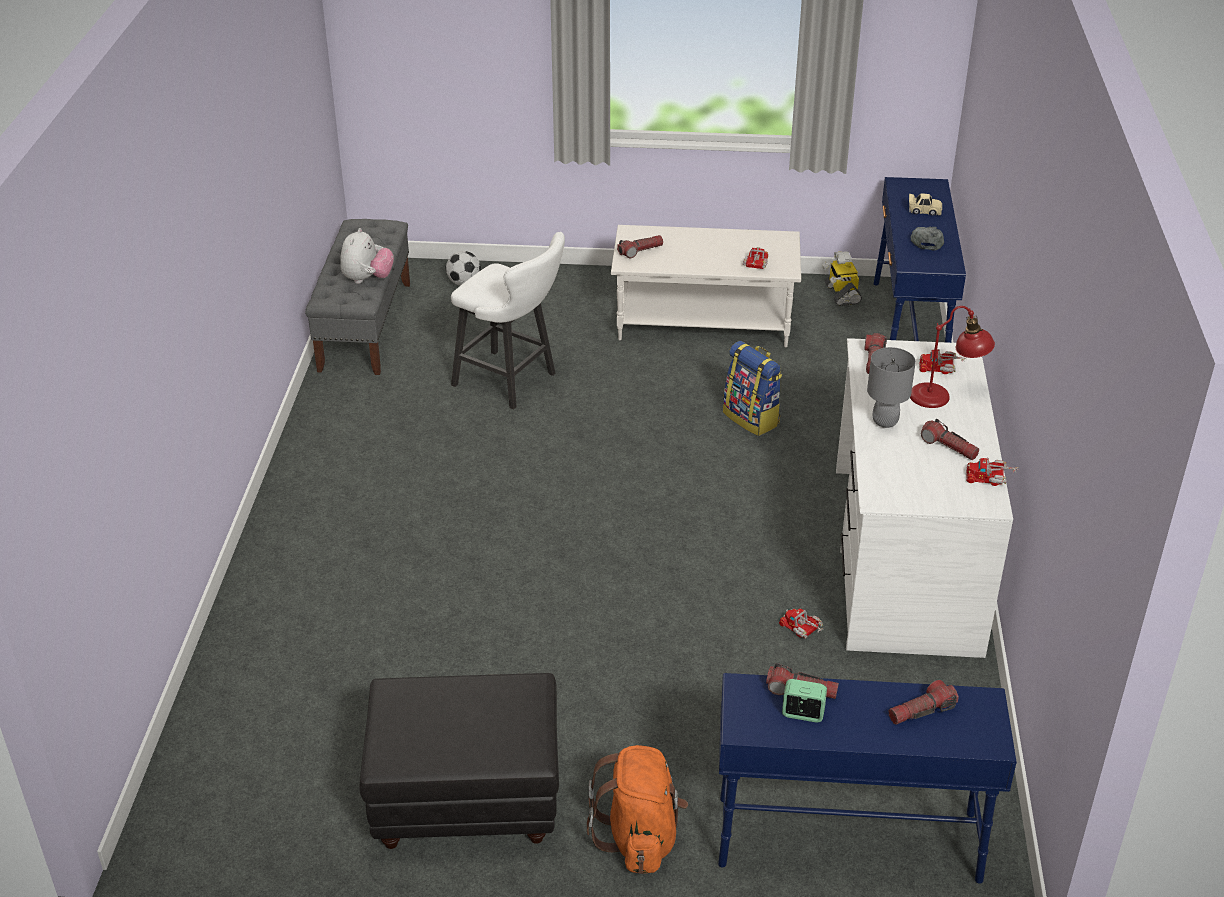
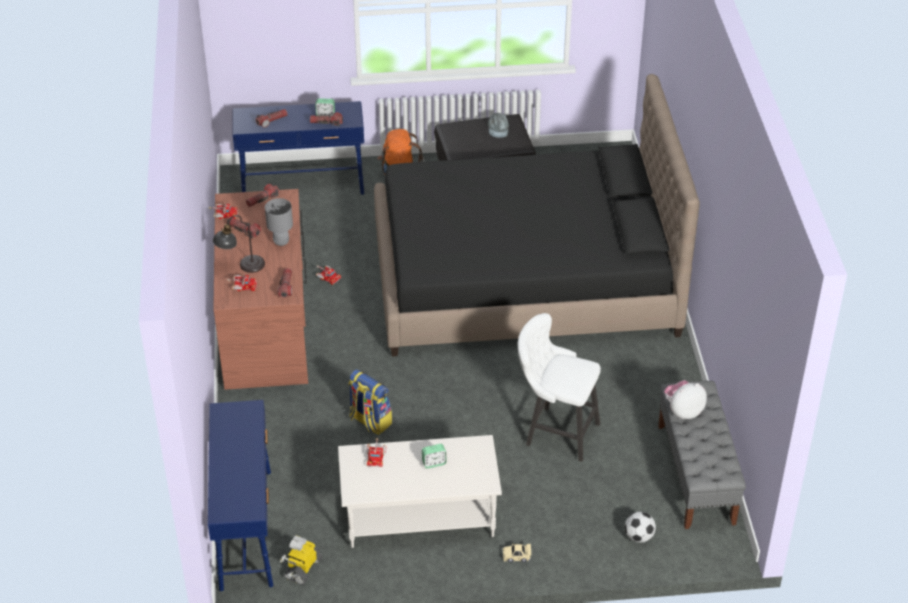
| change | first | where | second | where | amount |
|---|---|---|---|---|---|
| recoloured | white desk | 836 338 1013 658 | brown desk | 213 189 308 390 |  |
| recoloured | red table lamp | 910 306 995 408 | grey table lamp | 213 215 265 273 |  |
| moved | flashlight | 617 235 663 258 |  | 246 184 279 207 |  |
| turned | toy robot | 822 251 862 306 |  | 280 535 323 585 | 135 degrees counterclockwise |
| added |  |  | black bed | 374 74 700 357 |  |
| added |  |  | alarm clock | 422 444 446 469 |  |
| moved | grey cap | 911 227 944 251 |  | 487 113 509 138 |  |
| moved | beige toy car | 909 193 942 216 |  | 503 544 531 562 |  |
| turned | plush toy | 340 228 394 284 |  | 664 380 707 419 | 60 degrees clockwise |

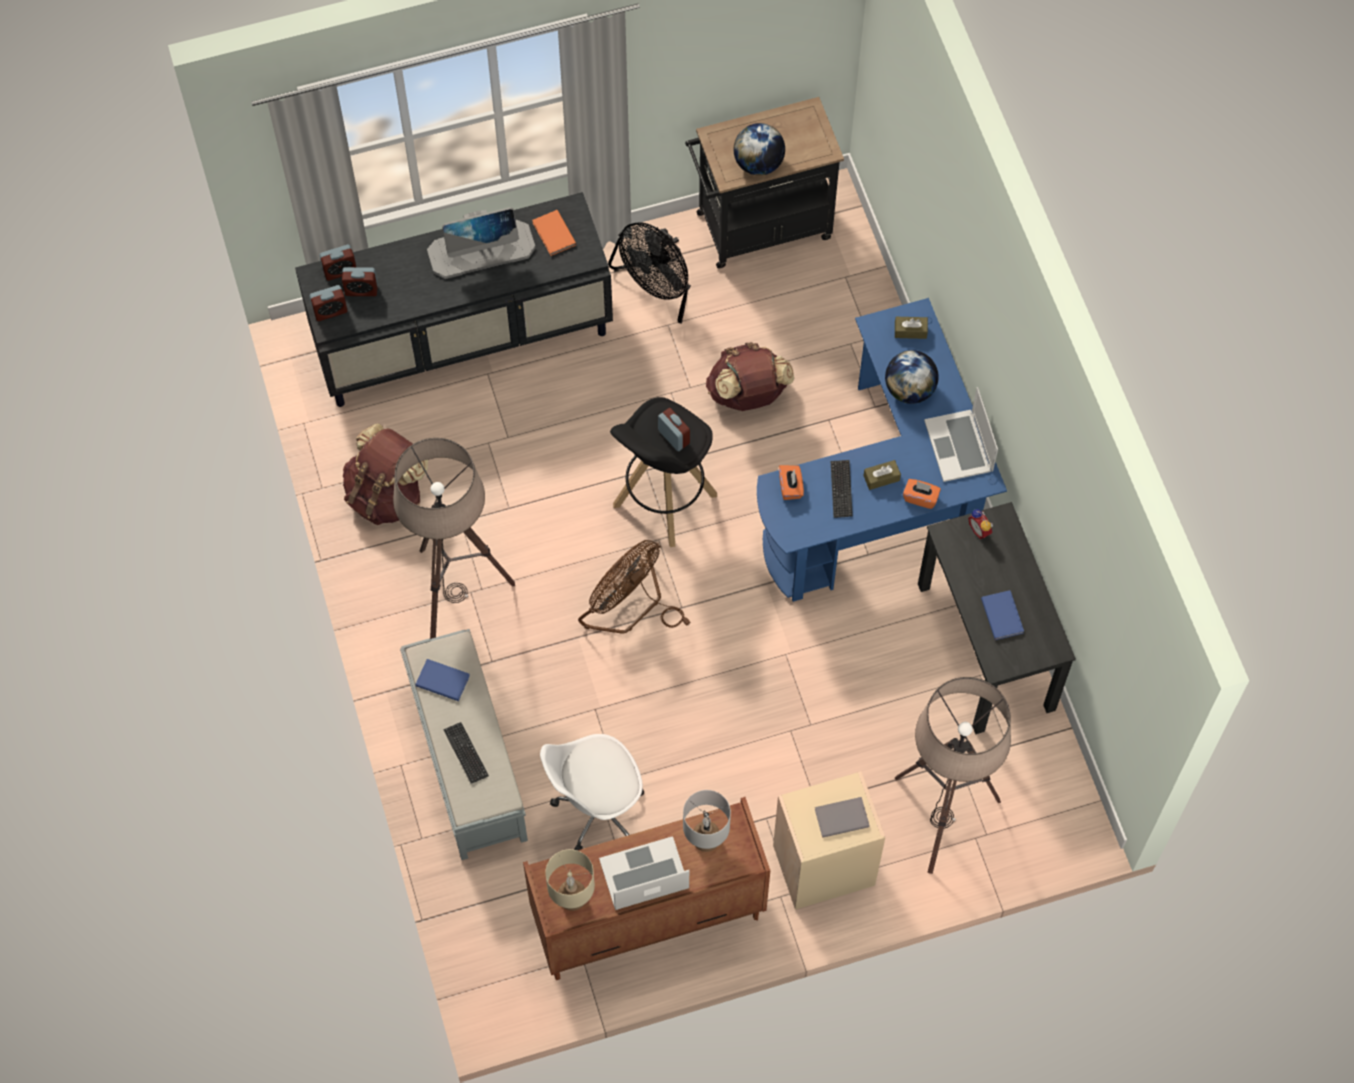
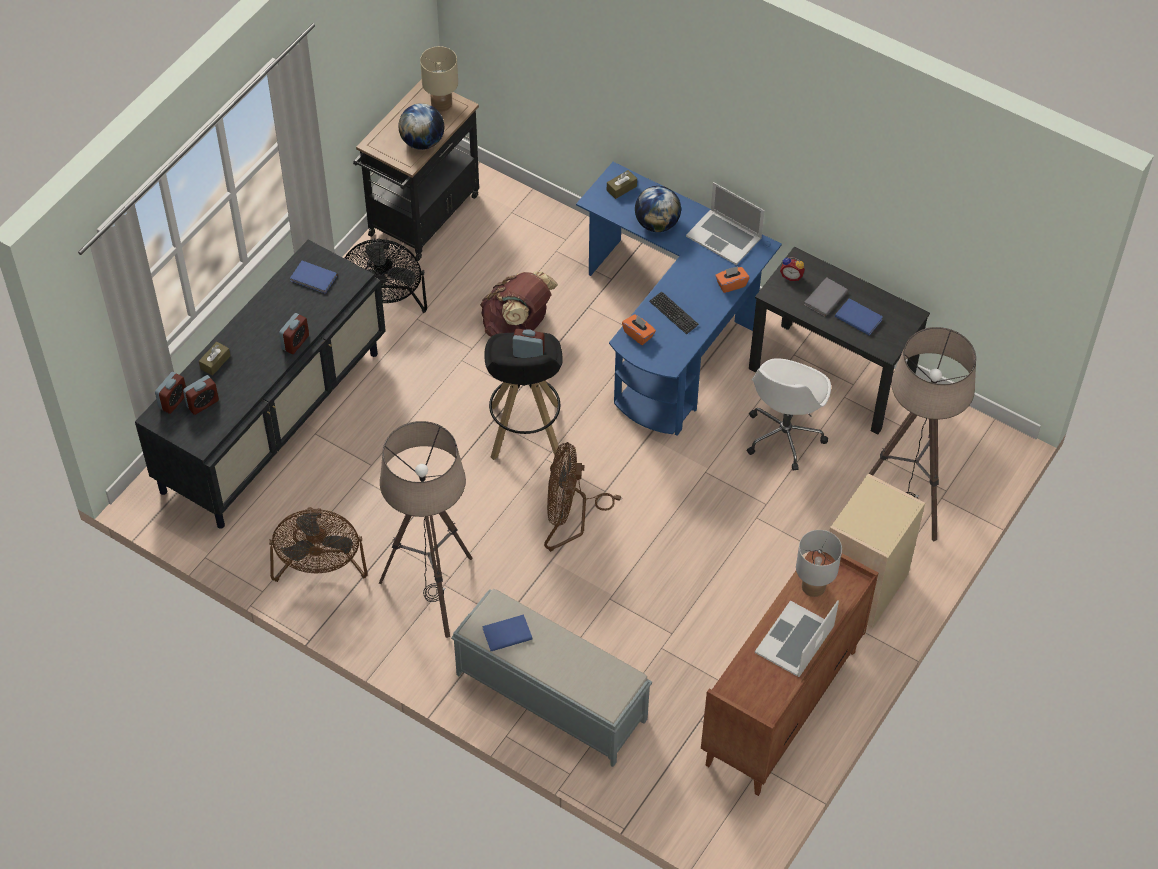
| change | first | where | second | where | amount |
|---|---|---|---|---|---|
| moved | brown tissue box | 863 460 901 490 |  | 199 342 230 376 |  |
| replaced | brown backpack | 343 423 428 525 | brown fan | 269 507 368 582 |  |
| moved | alarm clock | 310 285 348 321 |  | 279 313 309 354 |  |
| recoloured | orange book | 532 210 576 256 | blue book | 290 261 338 294 |  |
| moved | beige table lamp | 545 849 595 911 |  | 420 46 458 112 |  |
| moved | white office chair | 540 734 645 850 |  | 747 358 831 471 |  |
| moved | grey book | 815 797 870 838 |  | 804 277 848 317 |  |
| removed | monitor | 427 207 535 279 |  |  |  |
| removed | keyboard | 443 722 489 784 |  |  |  |

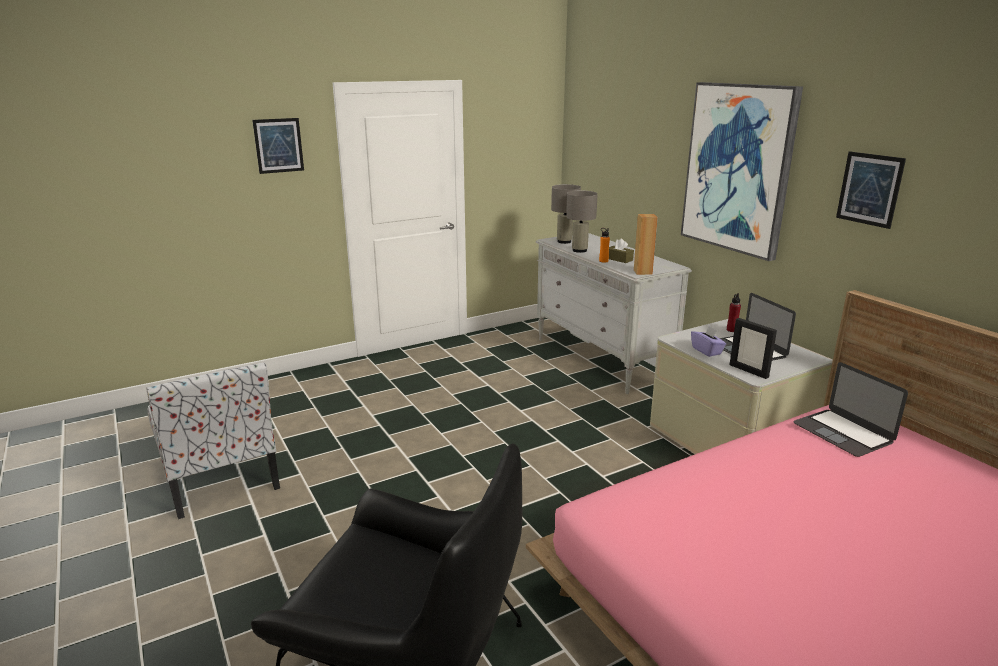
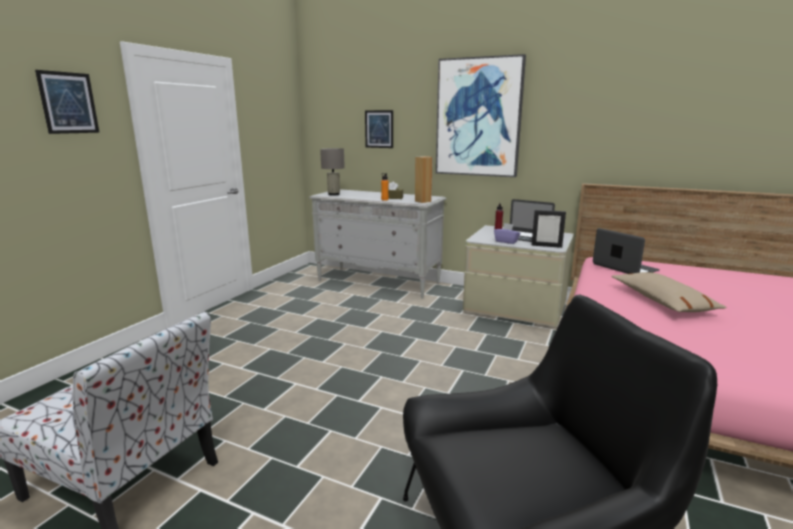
| change | first | where | second | where | amount |
|---|---|---|---|---|---|
| moved | picture | 836 151 906 229 |  | 365 110 393 148 |  |
| turned | laptop | 793 362 908 457 |  | 593 228 660 274 | 150 degrees counterclockwise |
| added |  |  | beige pillow | 611 272 727 312 |  |
| removed | grey table lamp | 566 190 597 253 |  |  |  |

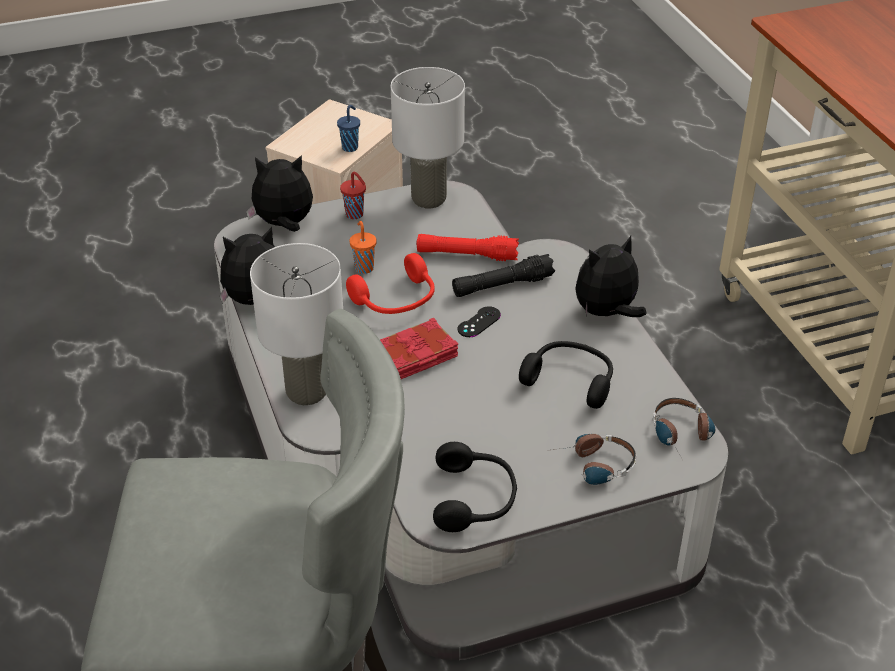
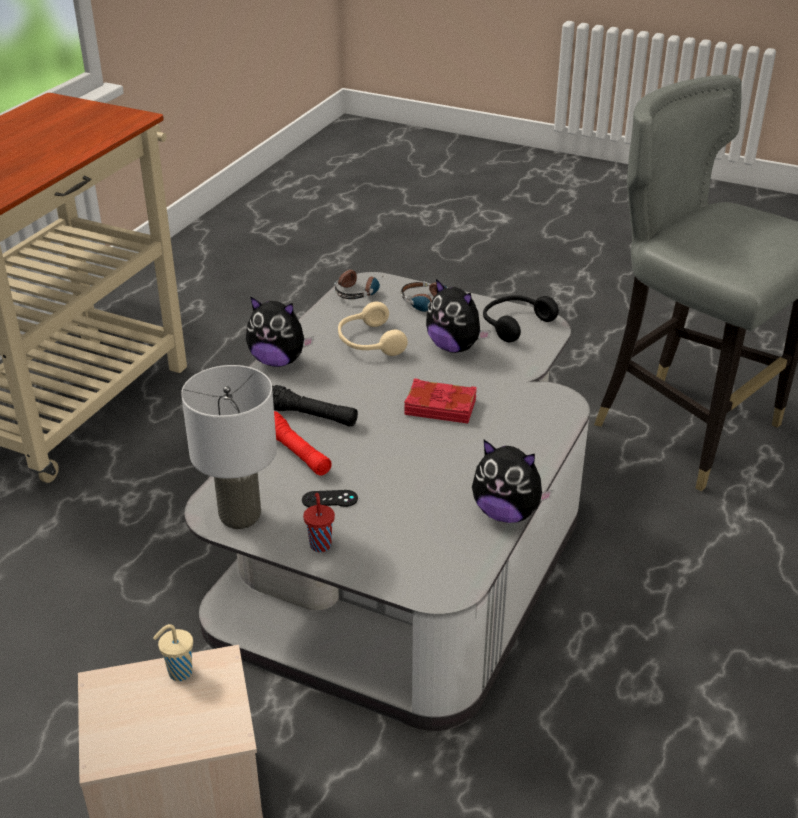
| change | first | where | second | where | amount |
|---|---|---|---|---|---|
| recoloured | blue cup | 337 105 360 152 | beige cup | 153 624 193 681 |  |
| moved | black game controller | 458 306 501 337 |  | 302 490 358 507 |  |
| recoloured | black headphones | 519 341 613 409 | beige headphones | 338 302 408 356 |  |
| moved | plush toy | 246 155 313 232 |  | 426 279 491 353 |  |
| removed | white table lamp | 250 243 343 405 |  |  |  |
| removed | red headphones | 346 253 435 314 |  |  |  |
| removed | orange cup | 350 221 377 274 |  |  |  |

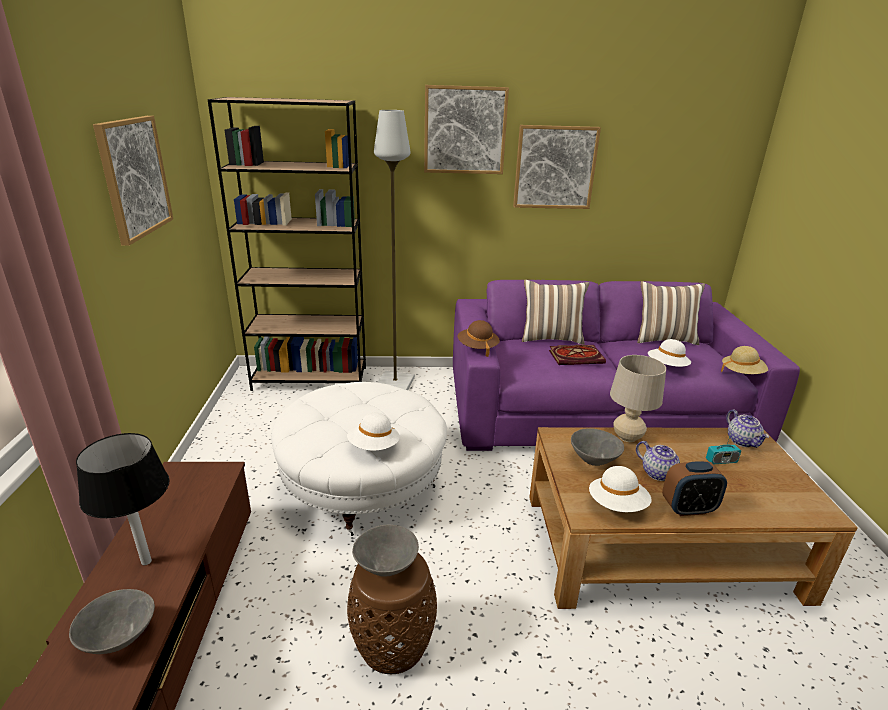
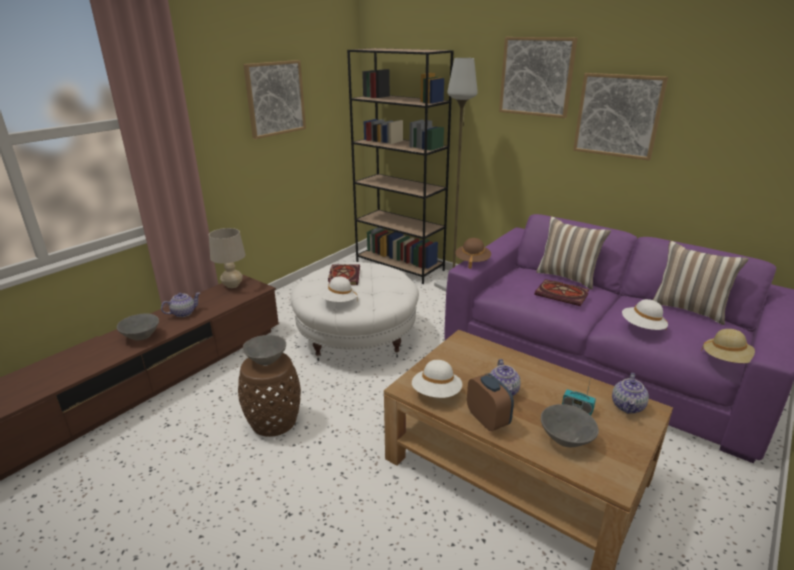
| change | first | where | second | where | amount |
|---|---|---|---|---|---|
| replaced | black table lamp | 76 433 170 566 | teapot | 161 293 201 317 |  |
| moved | beige table lamp | 610 355 666 442 |  | 209 228 246 288 |  |
| added |  |  | book | 328 264 360 285 |  |
| turned | alarm clock | 662 461 727 516 |  | 467 373 514 431 | 150 degrees counterclockwise |
| moved | grey bowl | 571 428 624 466 |  | 541 404 599 447 |  |

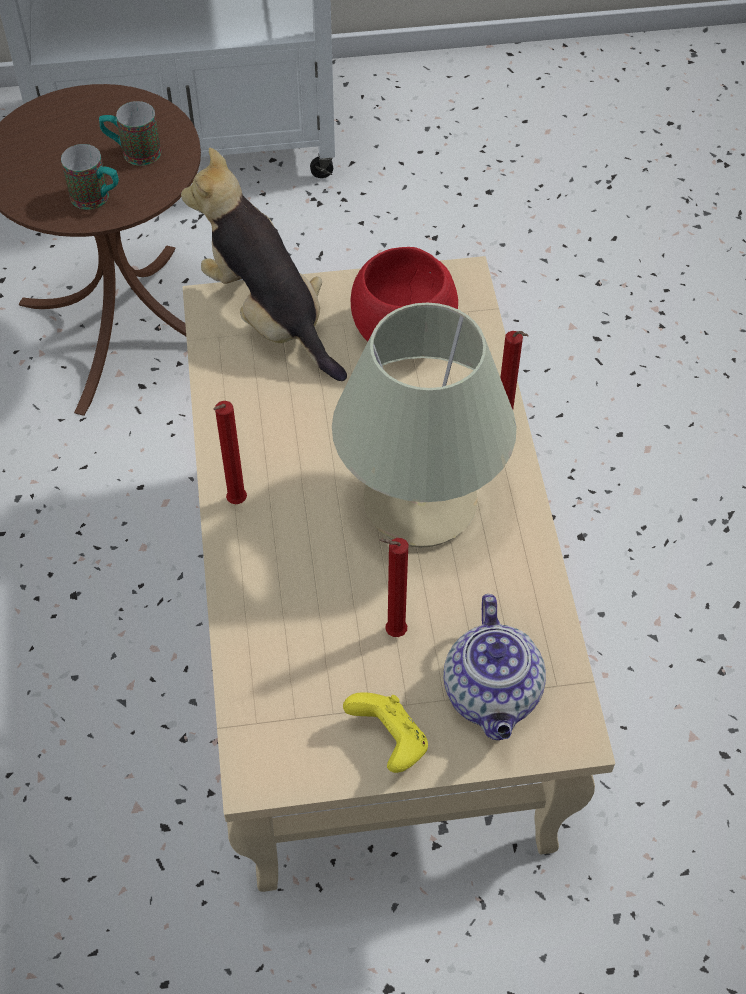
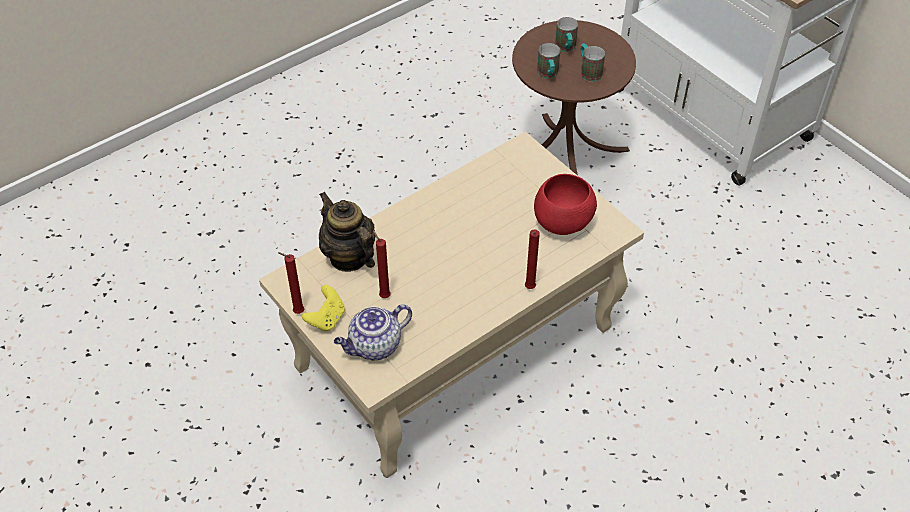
| change | first | where | second | where | amount |
|---|---|---|---|---|---|
| moved | red candle | 213 401 247 504 |  | 278 252 304 314 |  |
| added |  |  | teapot | 319 192 375 272 |  |
| added |  |  | mug | 555 17 578 52 |  |
| removed | plush toy | 181 148 347 381 |  |  |  |
| removed | beige table lamp | 332 303 516 548 |  |  |  |

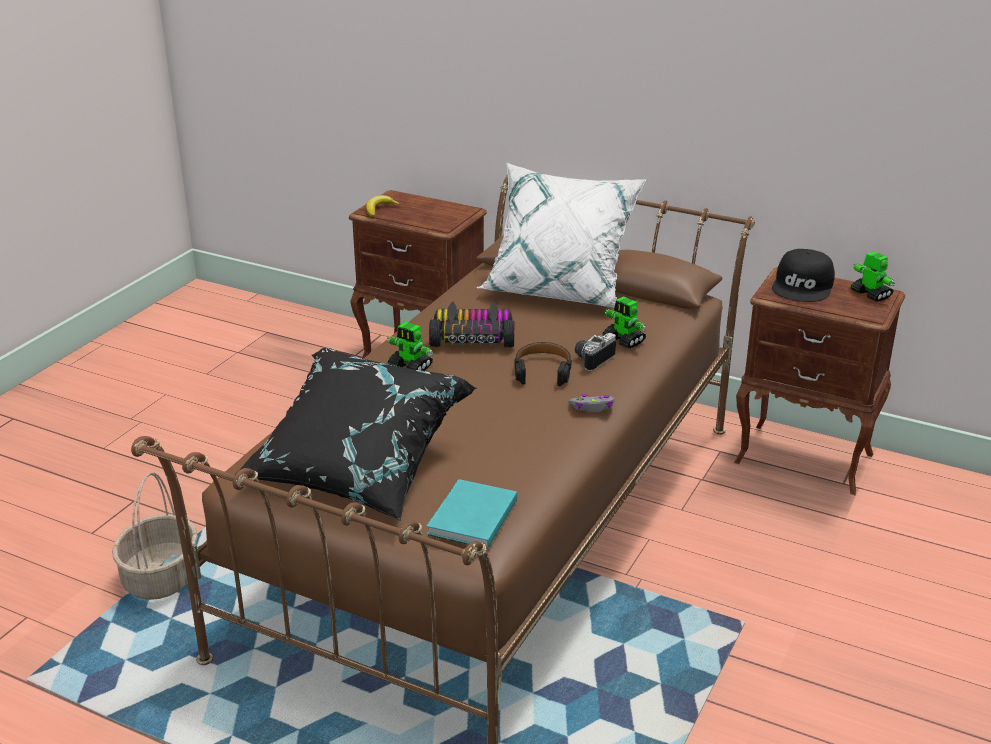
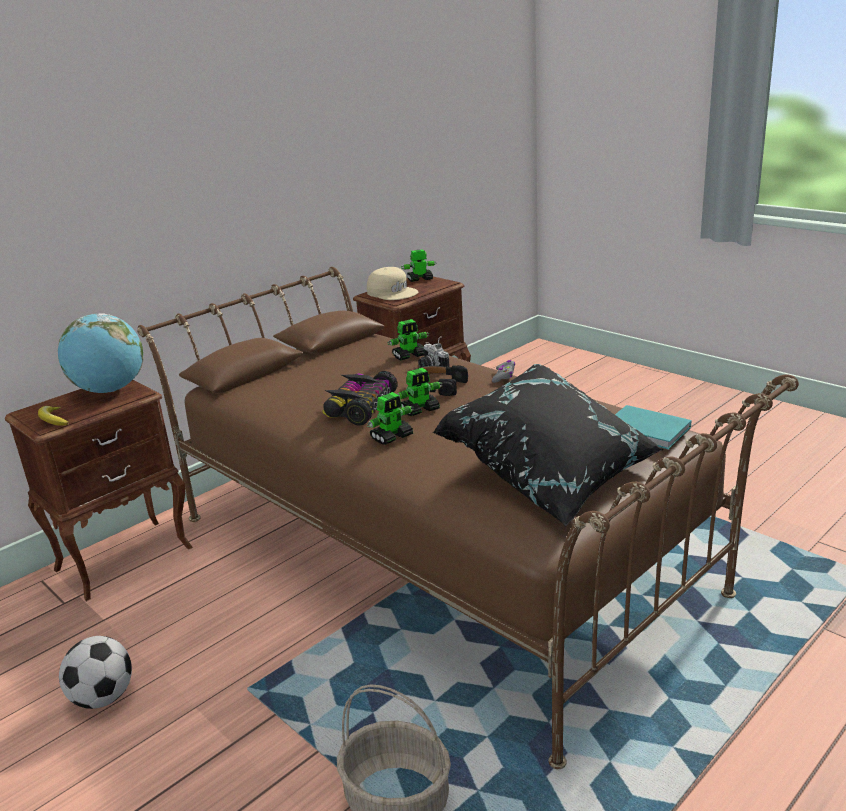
| change | first | where | second | where | amount |
|---|---|---|---|---|---|
| added |  |  | globe | 58 313 144 393 |  |
| added |  |  | football | 59 636 132 709 |  |
| recoloured | black cap | 772 249 835 302 | beige cap | 367 267 419 300 |  |
| added |  |  | toy robot | 397 368 443 416 |  |
| removed | white pillow | 476 163 646 308 |  |  |  |

